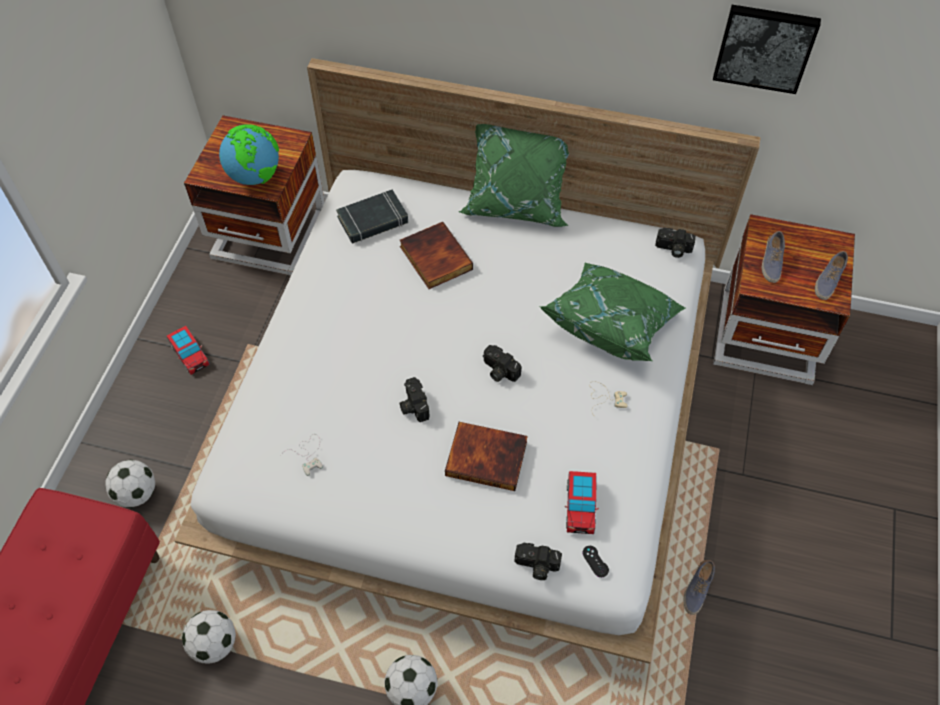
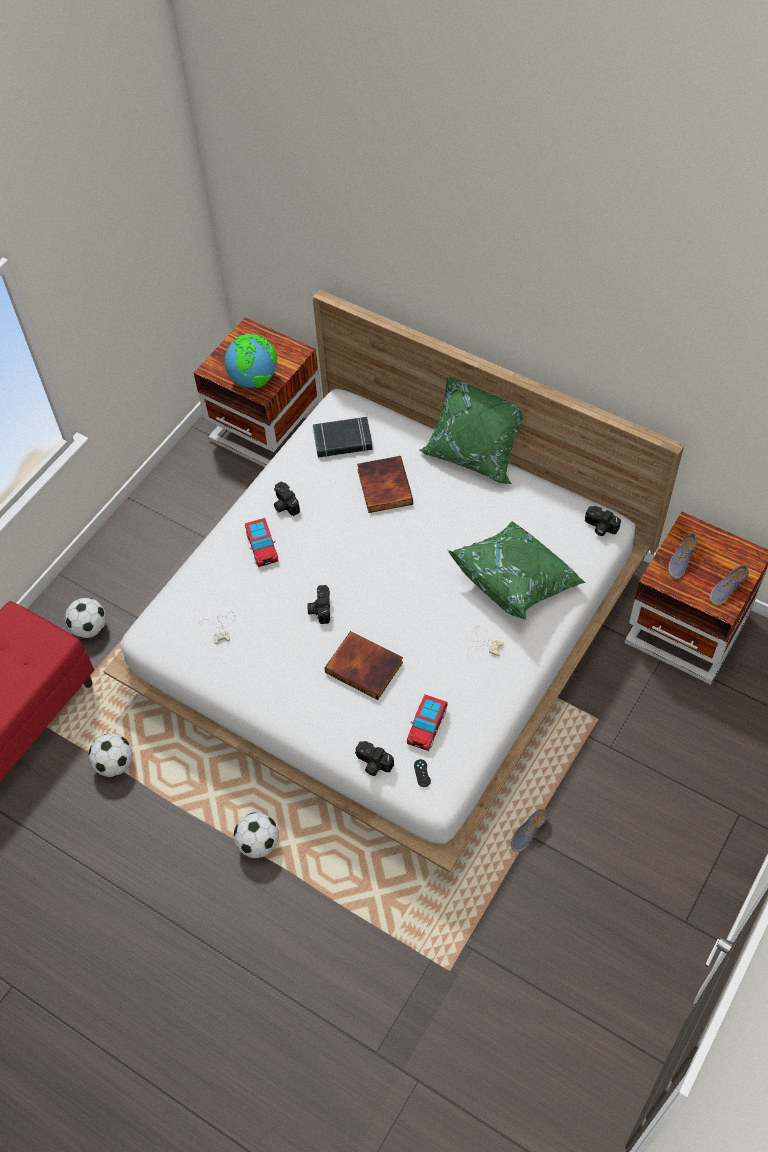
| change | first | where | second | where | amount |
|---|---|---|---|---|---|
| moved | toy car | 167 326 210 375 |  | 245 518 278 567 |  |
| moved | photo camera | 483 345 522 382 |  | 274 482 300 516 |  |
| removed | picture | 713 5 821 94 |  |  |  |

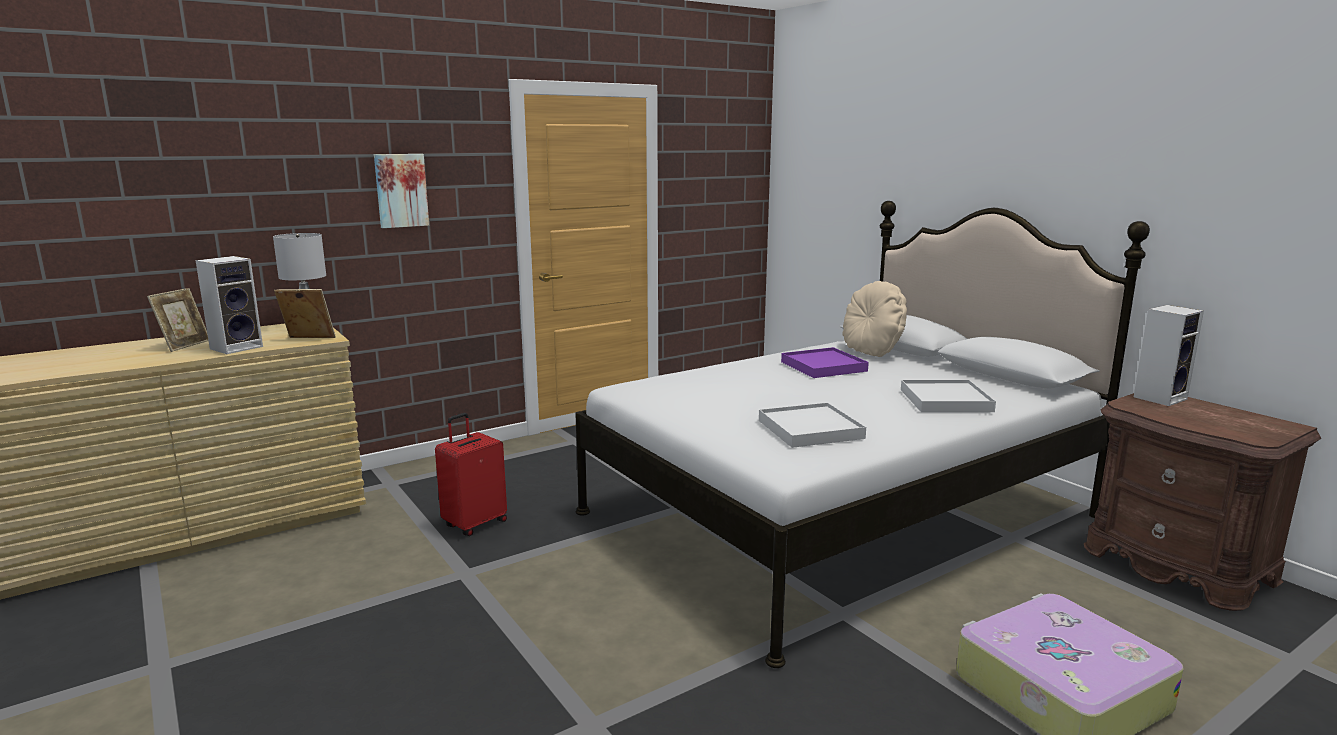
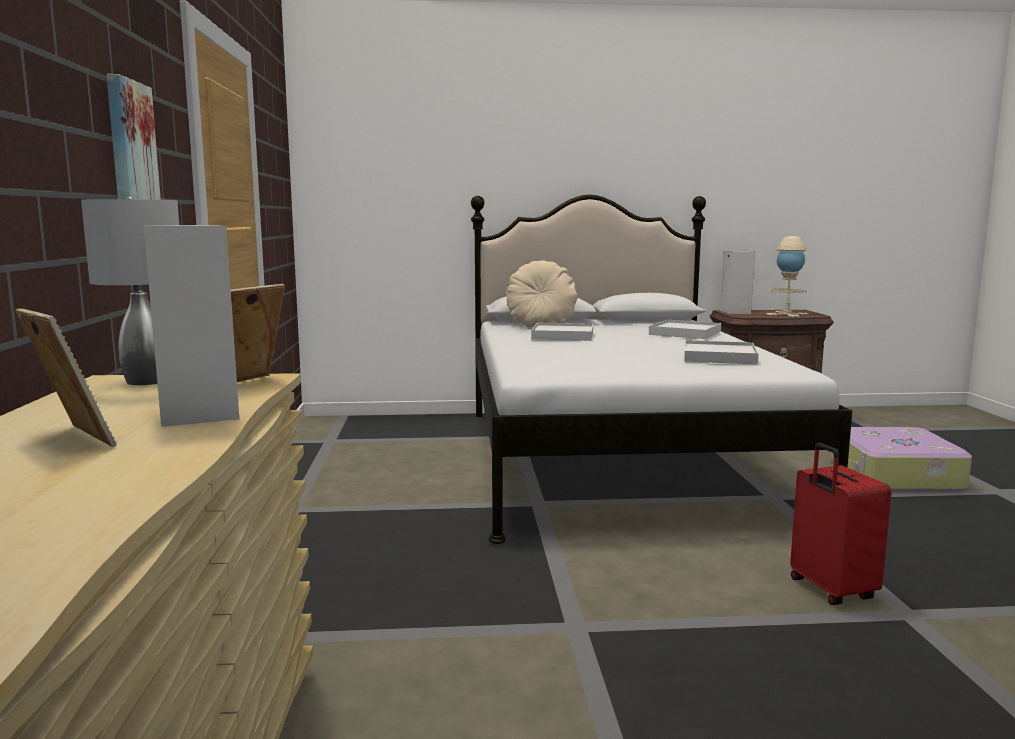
| change | first | where | second | where | amount |
|---|---|---|---|---|---|
| recoloured | purple tray | 781 347 869 378 | white tray | 531 323 593 341 |  |
| added |  |  | beige table lamp | 766 236 808 317 |  |
| moved | red suitcase | 435 413 507 536 |  | 790 442 892 605 |  |

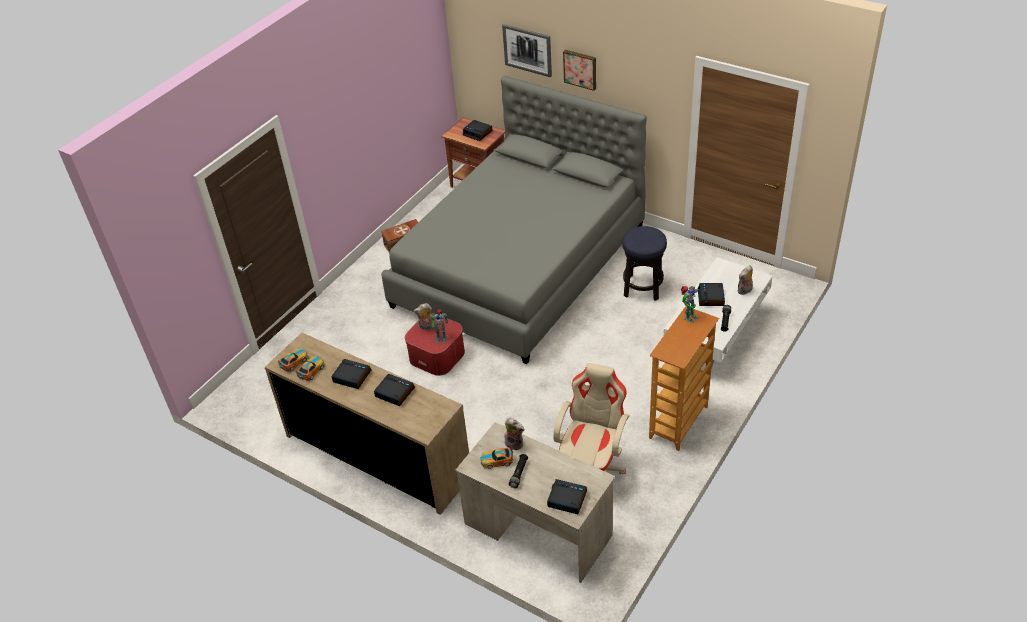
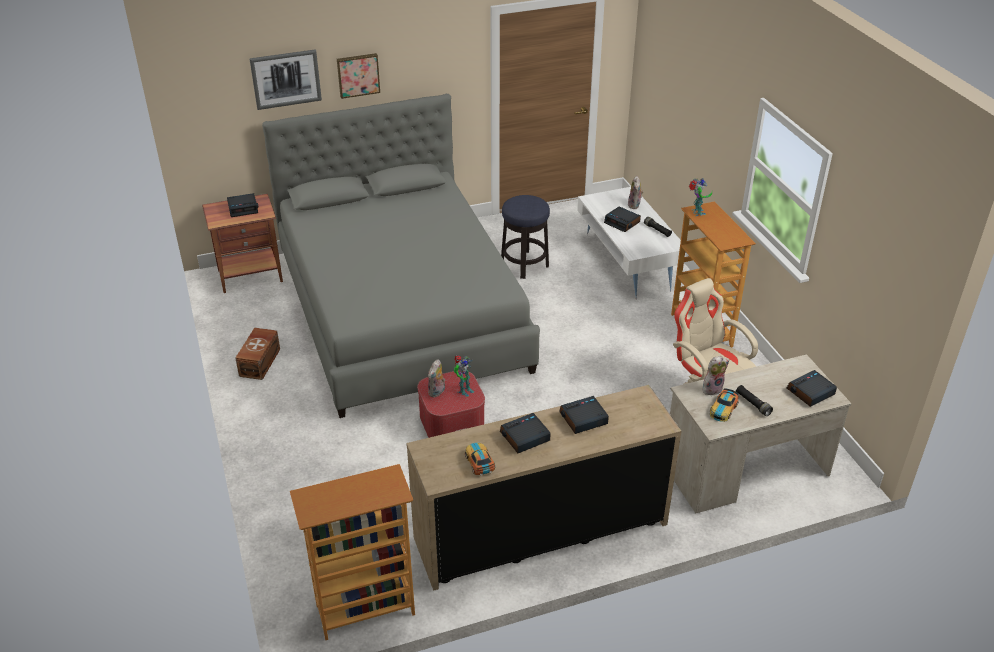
| change | first | where | second | where | amount |
|---|---|---|---|---|---|
| added |  |  | bookcase | 290 464 415 640 |  |
| removed | toy car | 278 349 308 372 |  |  |  |

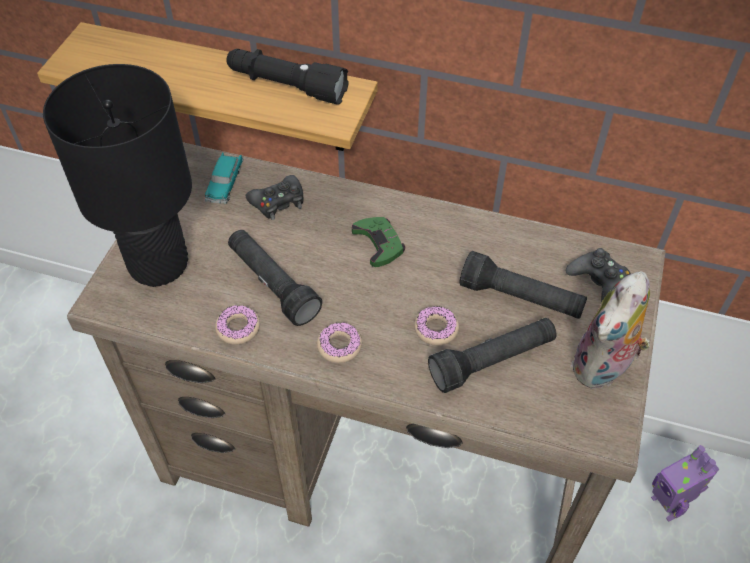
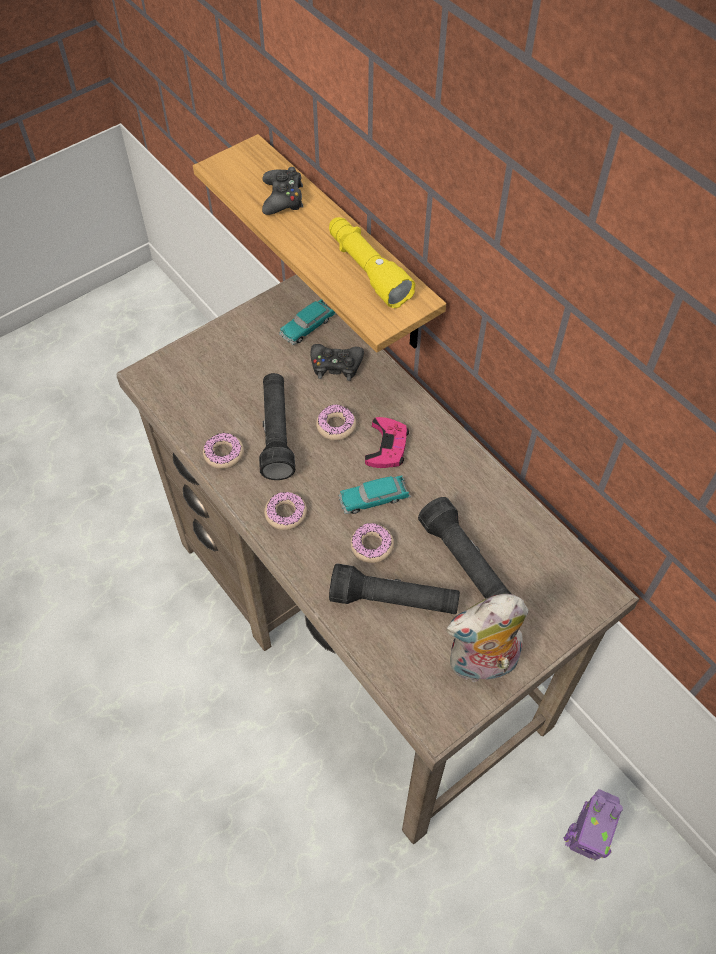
| change | first | where | second | where | amount |
|---|---|---|---|---|---|
| moved | black game controller | 566 248 631 302 |  | 262 167 304 215 |  |
| added |  |  | donut | 316 404 356 441 |  |
| recoloured | black flashlight | 227 49 349 104 | yellow flashlight | 329 217 415 308 |  |
| added |  |  | toy car | 338 475 411 514 |  |
| recoloured | green game controller | 352 217 405 267 | pink game controller | 365 417 409 468 |  |
| turned | toy robot | 651 445 719 522 |  | 564 789 623 861 | 75 degrees counterclockwise |
| removed | black table lamp | 43 64 192 287 |  |  |  |

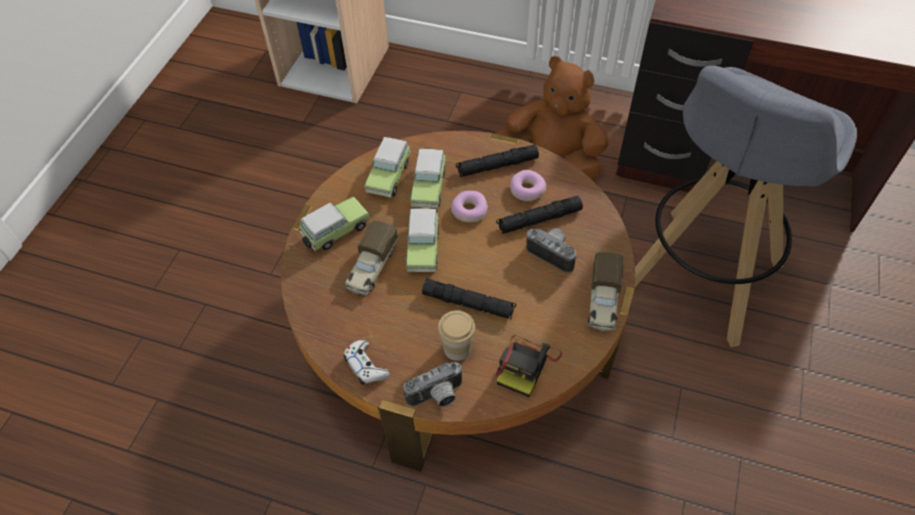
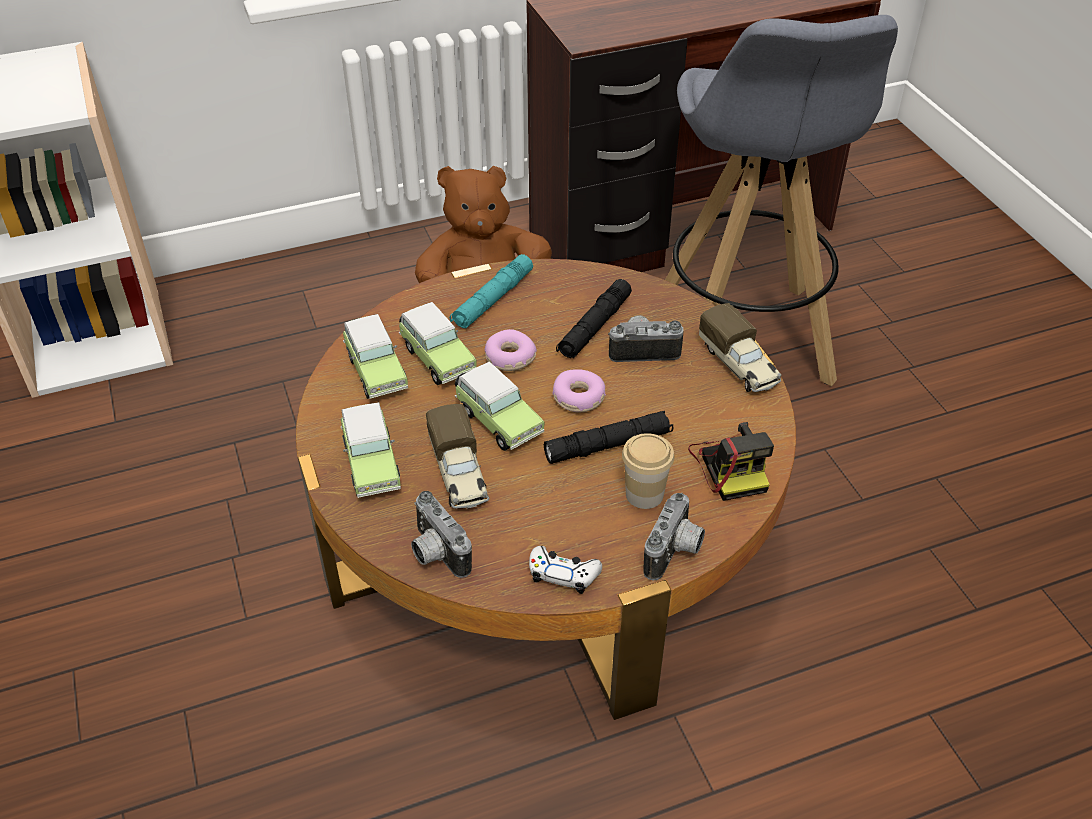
| change | first | where | second | where | amount |
|---|---|---|---|---|---|
| turned | toy car | 300 197 370 251 |  | 341 402 401 498 | 150 degrees clockwise |
| added |  |  | photo camera | 411 491 472 578 |  |
| recoloured | black flashlight | 456 144 539 177 | turquoise flashlight | 450 254 533 329 |  |
| moved | donut | 510 170 547 201 |  | 553 369 606 412 |  |

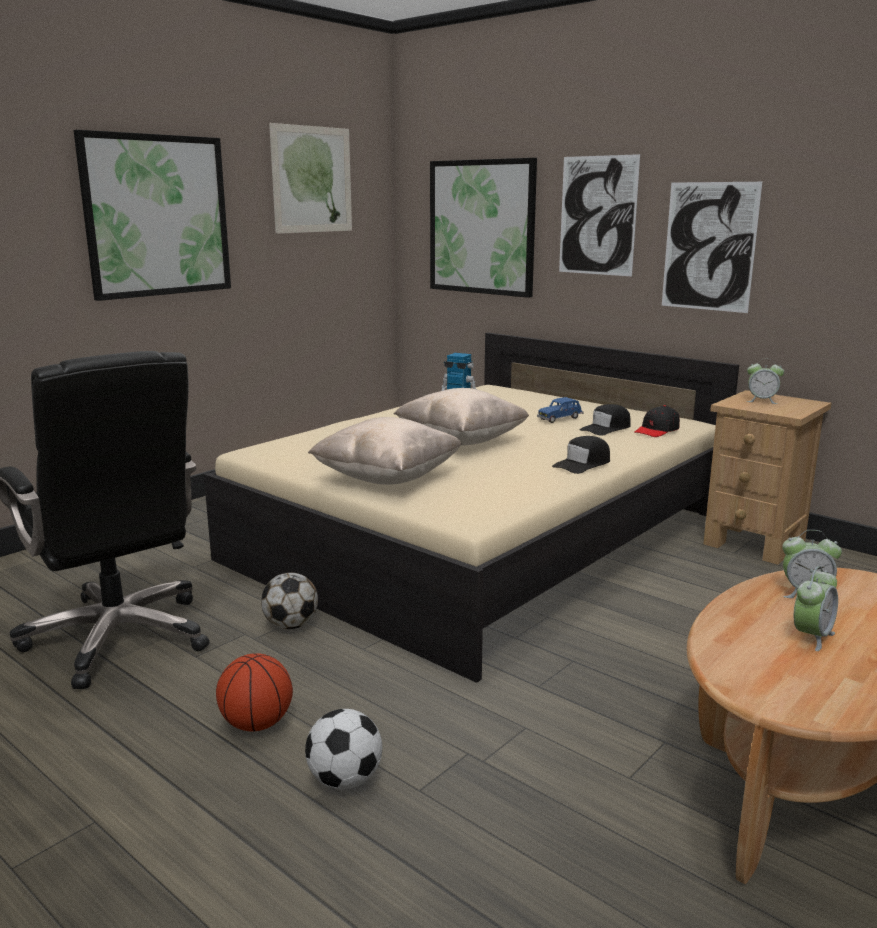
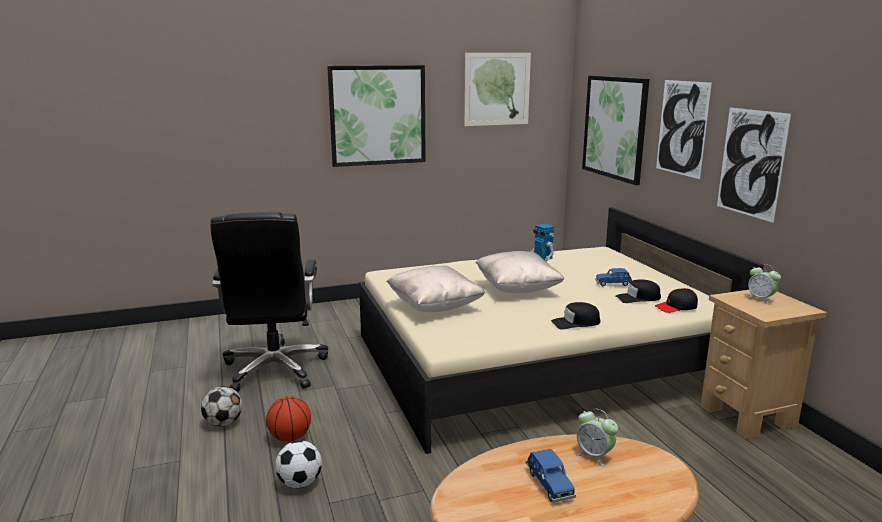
| change | first | where | second | where | amount |
|---|---|---|---|---|---|
| moved | football | 261 572 318 629 |  | 201 386 242 426 |  |
| replaced | alarm clock | 794 566 838 651 | blue toy car | 525 449 576 503 |  |

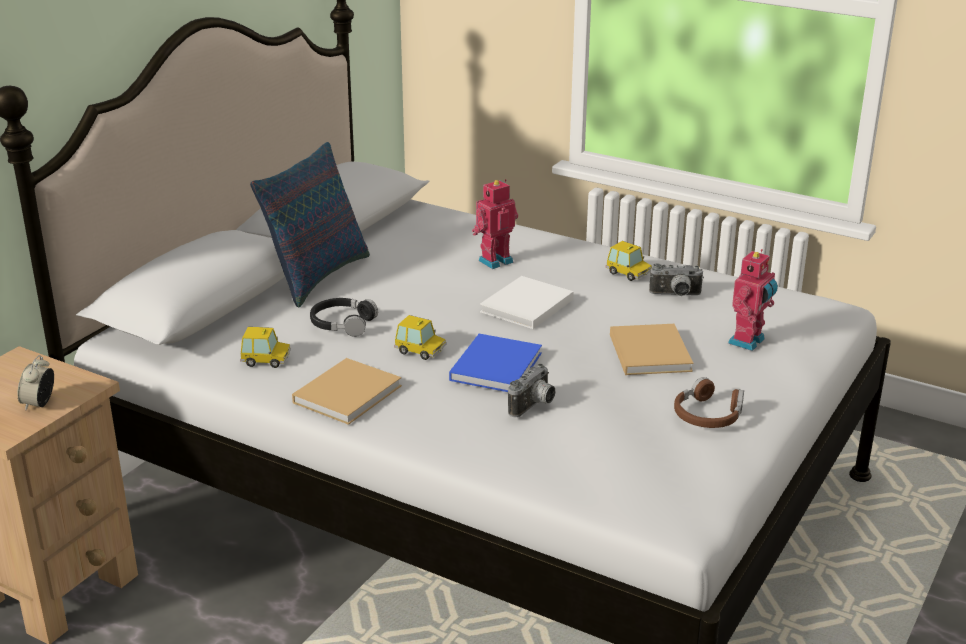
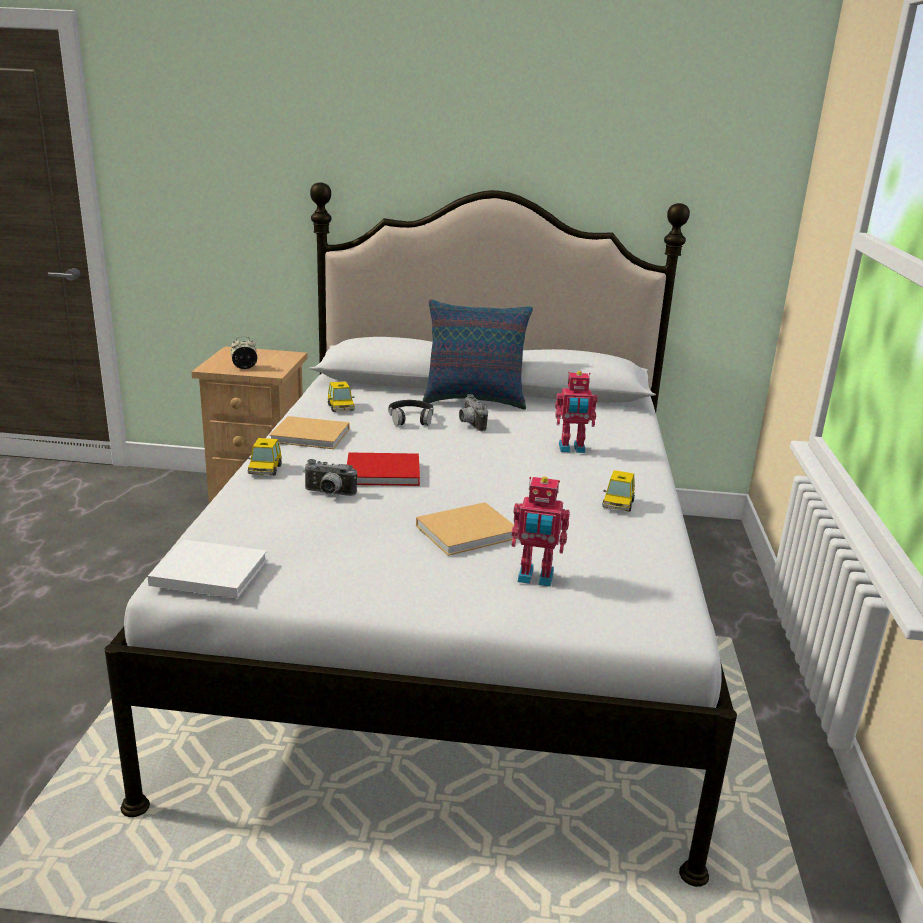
| change | first | where | second | where | amount |
|---|---|---|---|---|---|
| moved | white book | 480 276 574 329 |  | 148 540 268 598 |  |
| moved | toy car | 394 315 446 360 |  | 248 438 282 475 |  |
| recoloured | blue book | 449 334 542 392 | red book | 347 453 420 486 |  |
| moved | photo camera | 649 263 704 296 |  | 459 394 488 432 |  |
| turned | toy robot | 472 179 518 269 |  | 555 371 598 453 | 150 degrees clockwise |
| removed | brown headphones | 674 377 744 428 |  |  |  |

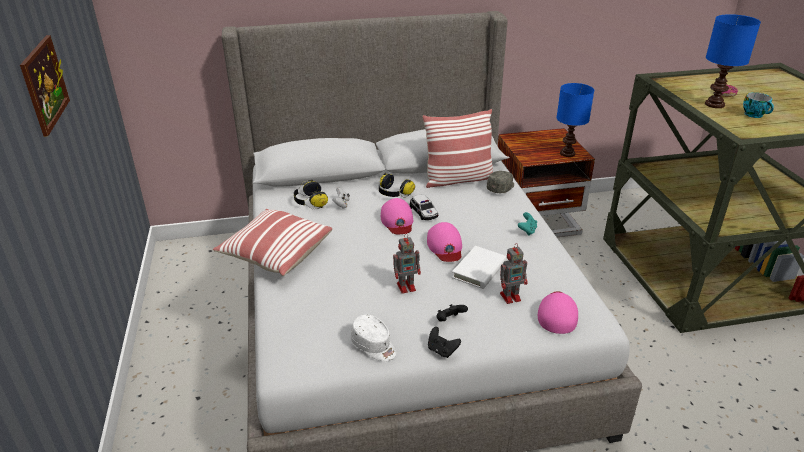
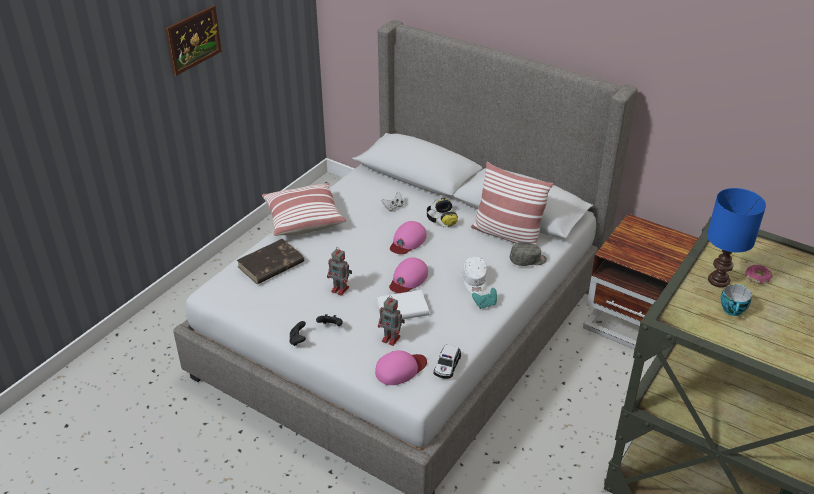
| change | first | where | second | where | amount |
|---|---|---|---|---|---|
| added |  |  | brown book | 237 238 304 284 |  |
| moved | toy car | 410 194 439 220 |  | 433 344 461 379 |  |
| moved | white cap | 351 315 396 361 |  | 462 257 487 294 |  |
| removed | headphones | 294 180 328 209 |  |  |  |
| removed | blue table lamp | 556 83 594 157 |  |  |  |

